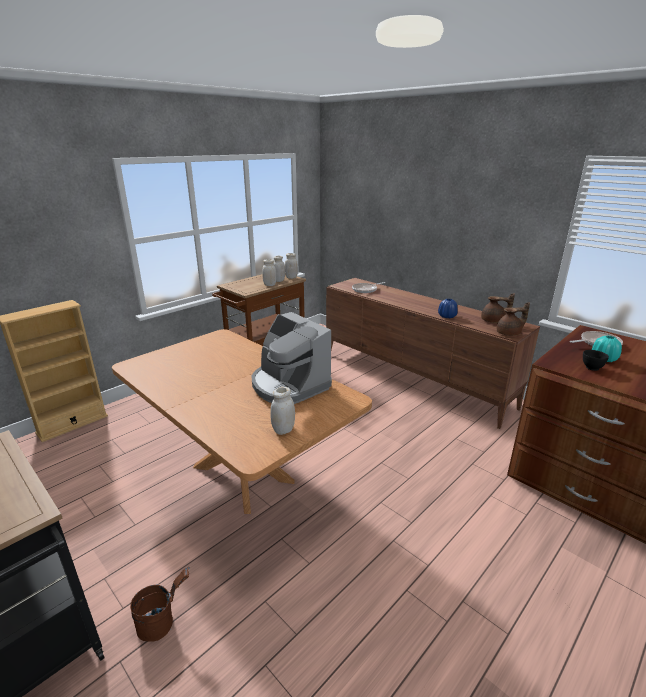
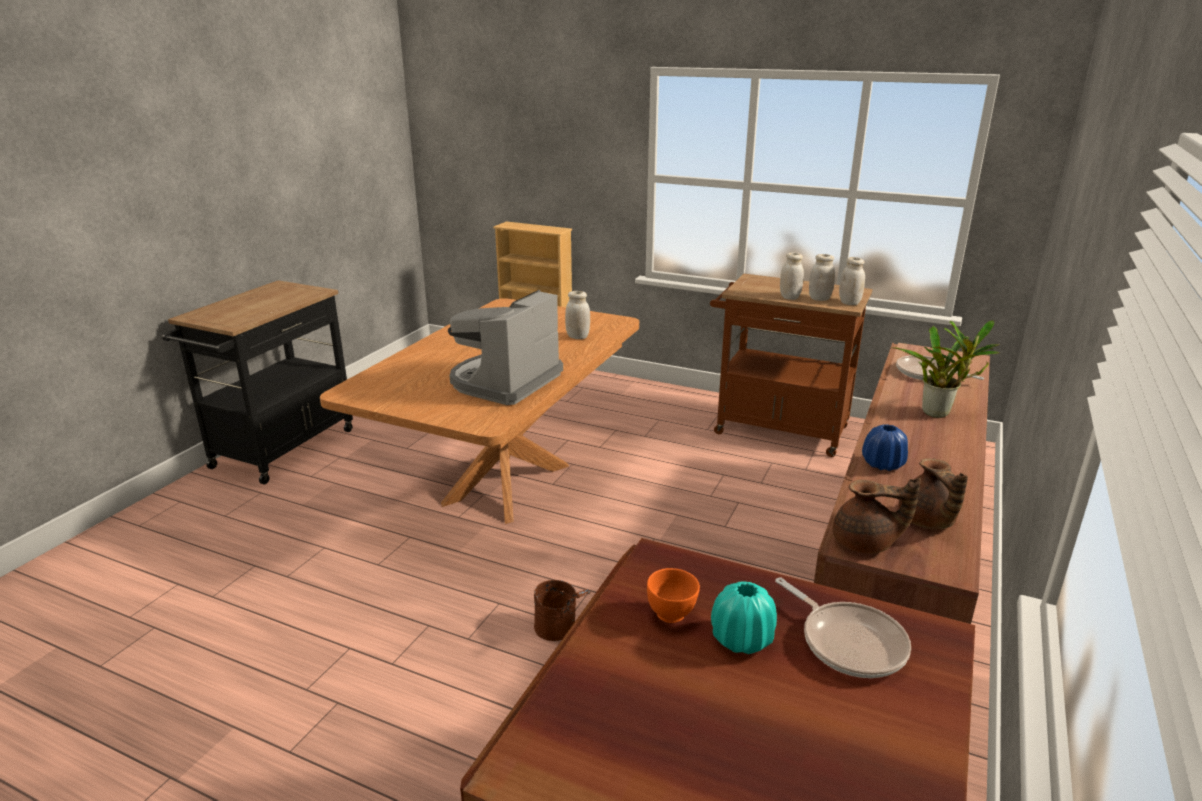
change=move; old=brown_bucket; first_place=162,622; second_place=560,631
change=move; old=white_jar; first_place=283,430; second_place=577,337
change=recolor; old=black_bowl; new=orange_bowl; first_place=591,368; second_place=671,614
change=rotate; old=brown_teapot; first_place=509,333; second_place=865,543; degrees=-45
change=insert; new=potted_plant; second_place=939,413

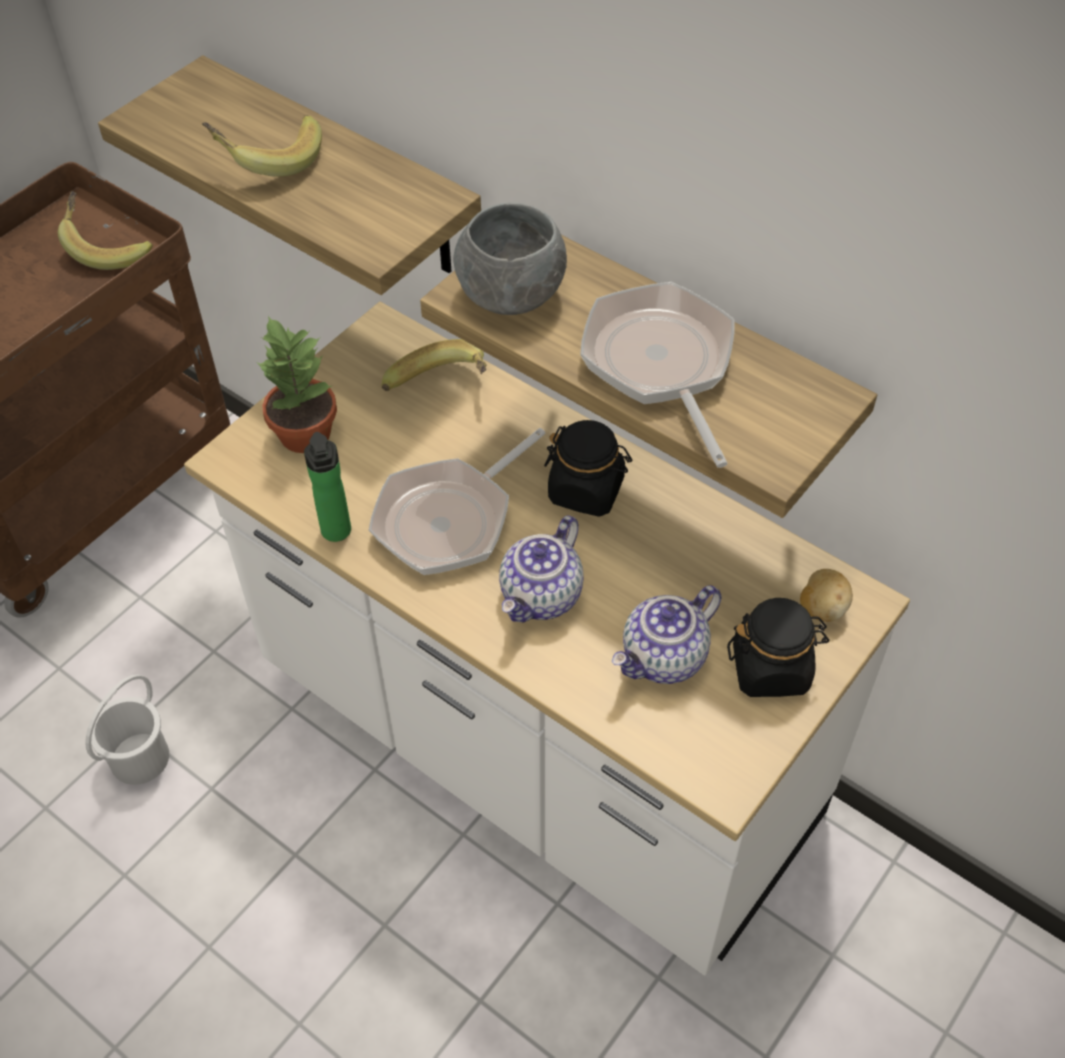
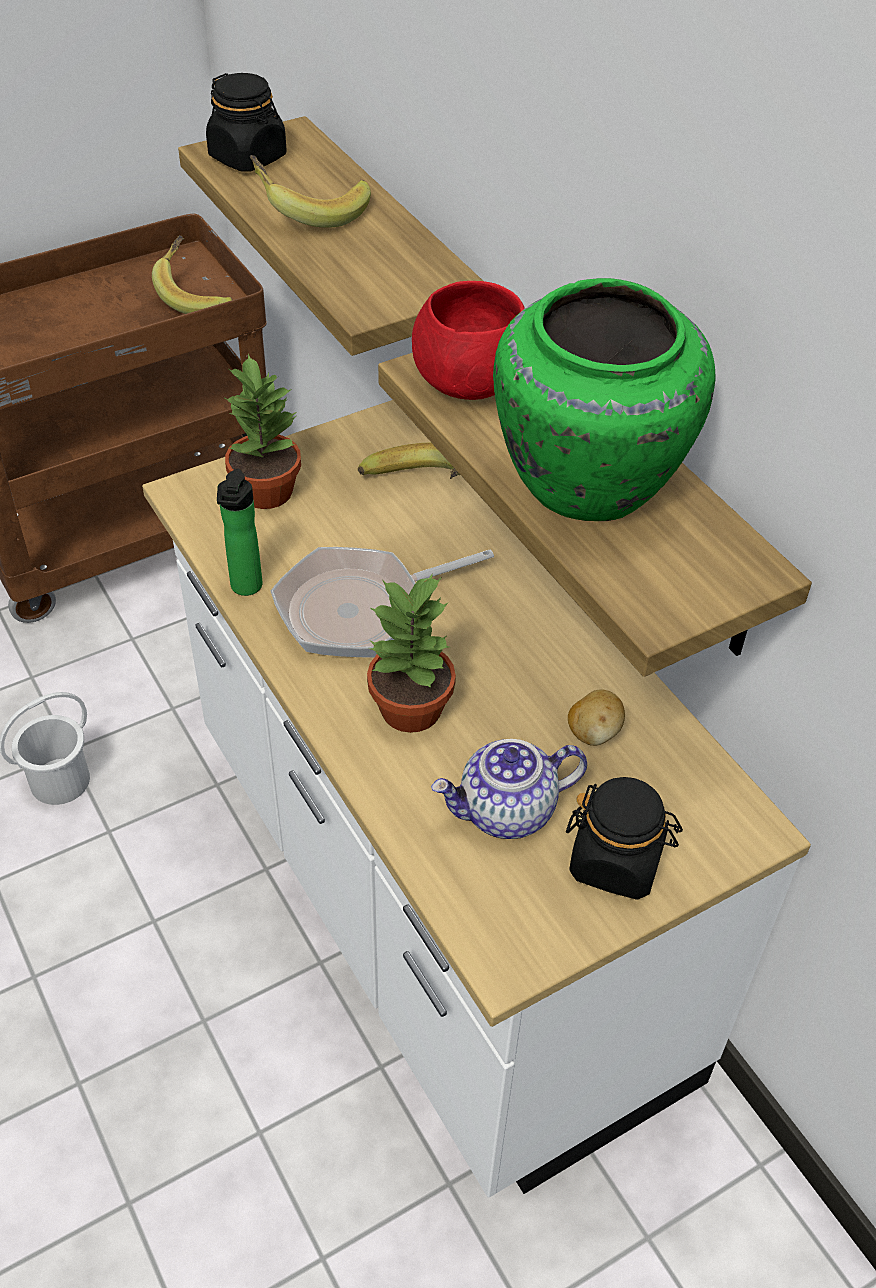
change=move; old=black_jar; first_place=586,490; second_place=248,157
change=replace; old=teapot; new=potted_plant; first_place=542,596; second_place=412,710
change=recolor; old=grey_bowl; new=red_bowl; first_place=510,295; second_place=469,383
change=replace; old=frying_pan; new=green_vase; first_place=661,365; second_place=586,487
change=move; old=potato; first_place=822,608; second_place=593,733

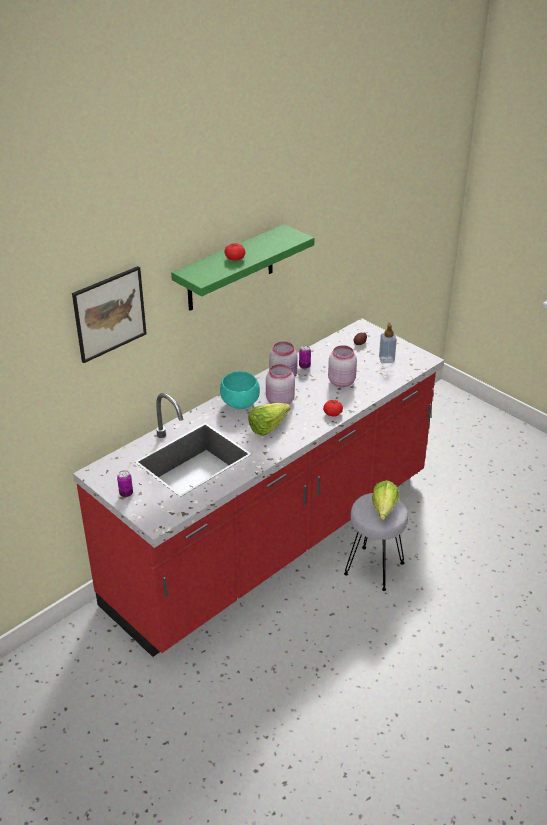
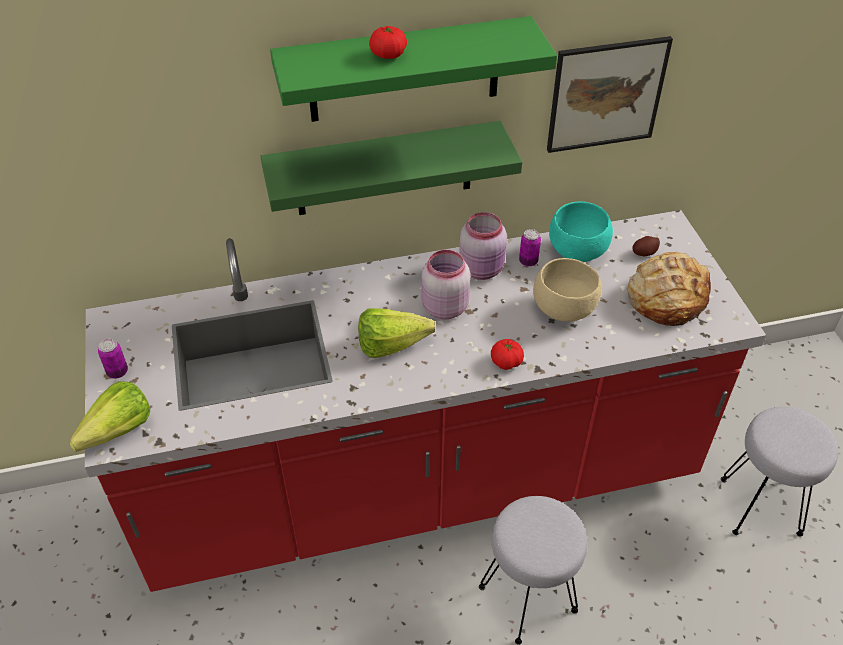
change=move; old=lettuce; first_place=382,512; second_place=112,435
change=insert; new=green_shelf; second_place=384,169
change=replace; old=pink_jar; new=beige_bowl; first_place=341,381; second_place=564,309
change=move; old=picture; first_place=109,313; second_place=606,94
change=move; old=turquoise_bowl; first_place=241,404; second_place=578,253
change=replace; old=soap_dispenser; new=bread; first_place=386,359; second_place=666,298
change=insert; new=grey_stool; second_place=760,507

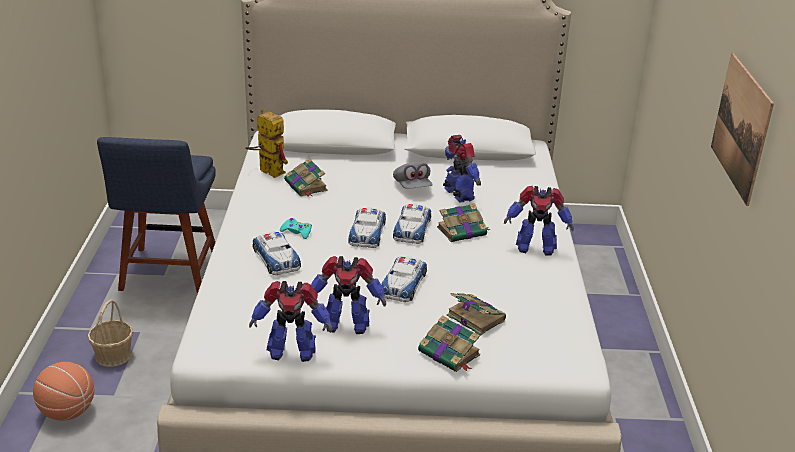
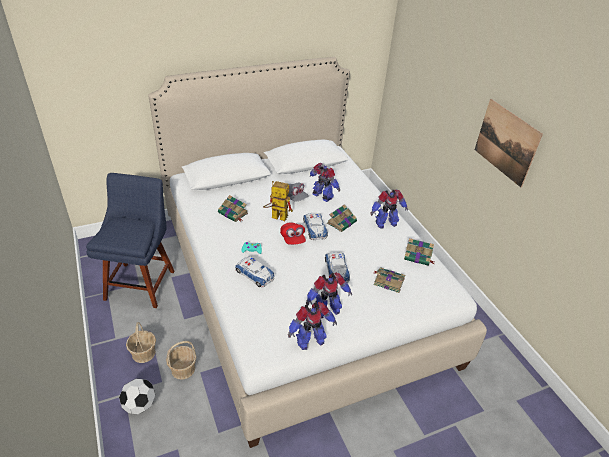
change=rotate; old=blue_chair; first_place=168,274; second_place=141,282; degrees=-150
change=replace; old=basketball; new=football; first_place=67,412; second_place=140,405
change=insert; new=basket; second_place=183,369
change=move; old=toy_robot; first_place=266,171; second_place=275,217
change=replace; old=toy_car; new=red_cap; first_place=367,233; second_place=292,239
change=move; old=book; first_place=450,354; second_place=418,256

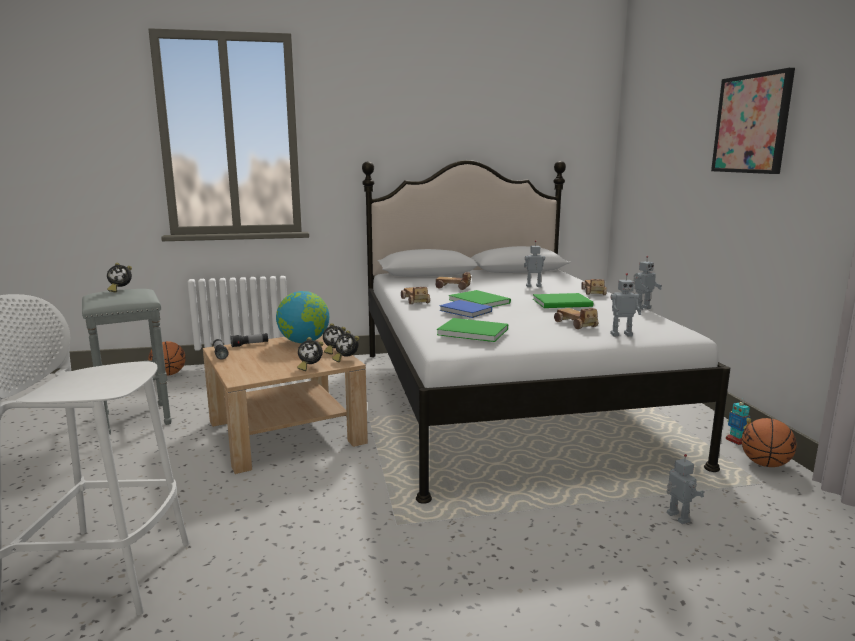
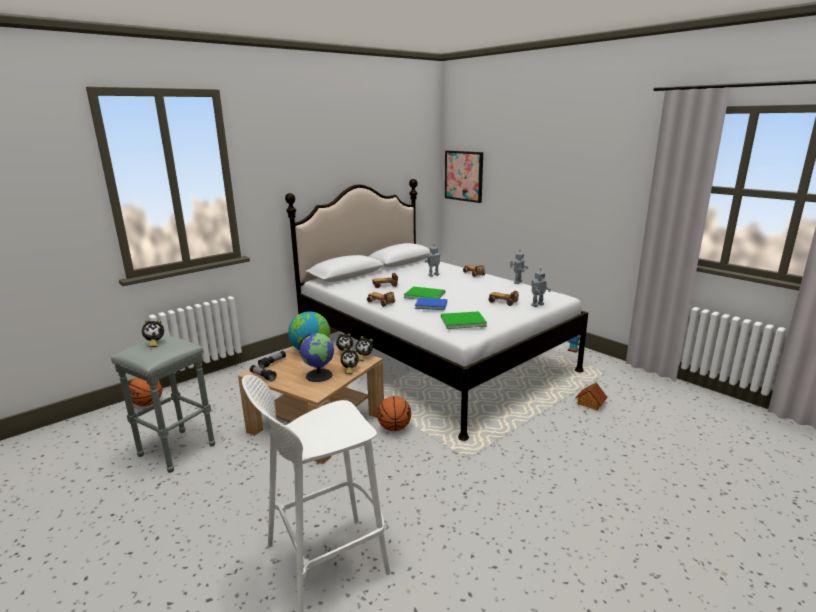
change=insert; new=globe; second_place=319,375
change=move; old=basketball; first_place=764,464; second_place=394,428
change=move; old=picture; first_place=752,124; second_place=464,176
change=replace; old=toy_robot; new=toy_house; first_place=676,517; second_place=590,403
change=delete; old=green_book; first_place=564,303

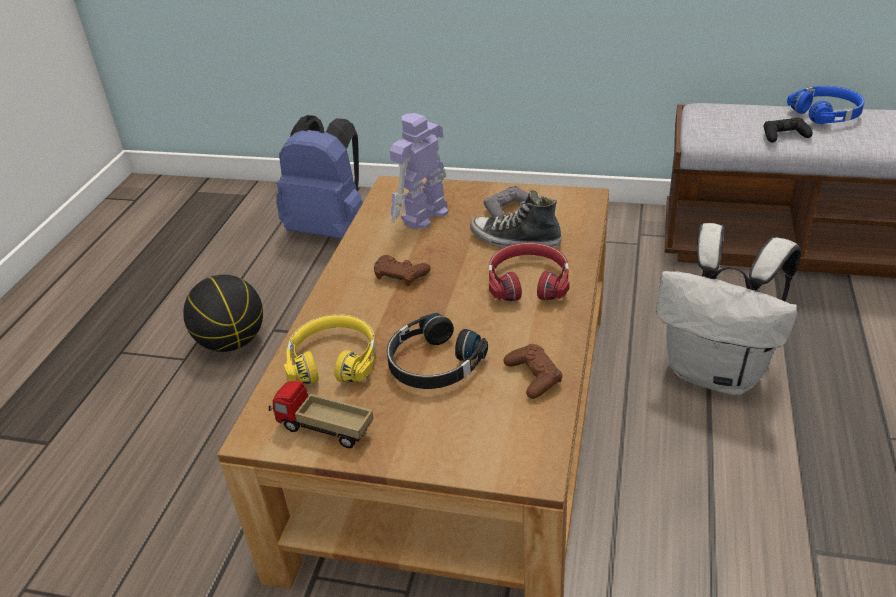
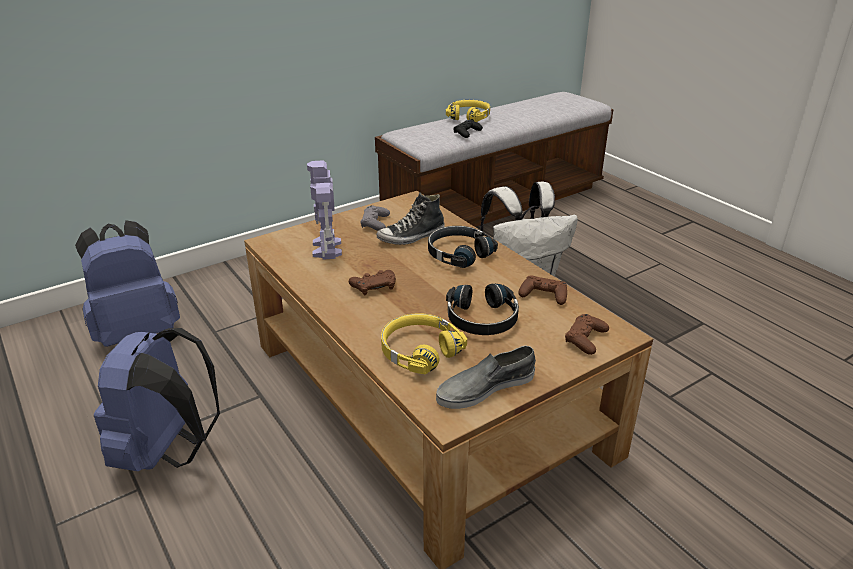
change=replace; old=basketball; new=blue_backpack; first_place=231,342; second_place=168,451
change=recolor; old=red_headphones; new=black_headphones; first_place=528,282; second_place=458,254
change=replace; old=toy_truck; new=grey_shoe; first_place=324,430; second_place=485,387
change=recolor; old=blue_headphones; new=yellow_headphones; first_place=826,113; second_place=469,116
change=insert; new=brown_game_controller; second_place=585,339

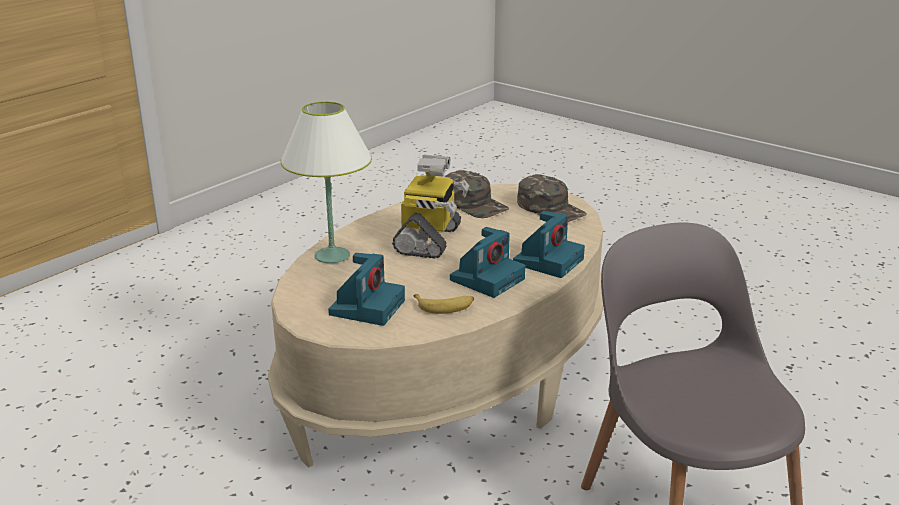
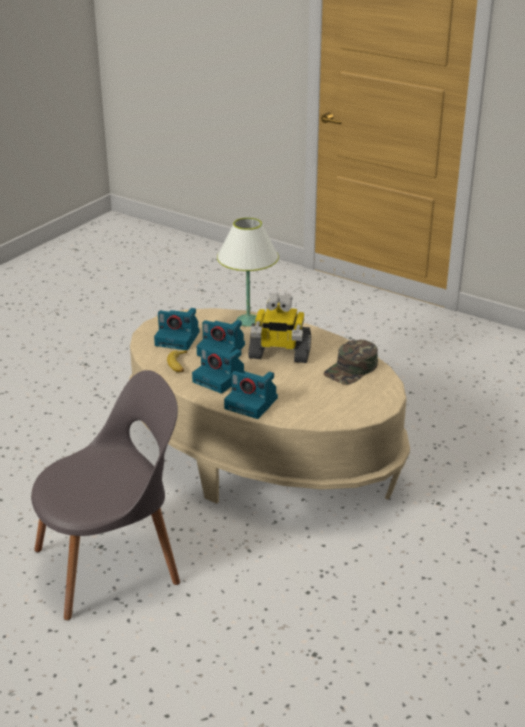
change=insert; new=photo_camera; second_place=222,350
change=delete; old=green_cap; first_place=551,208

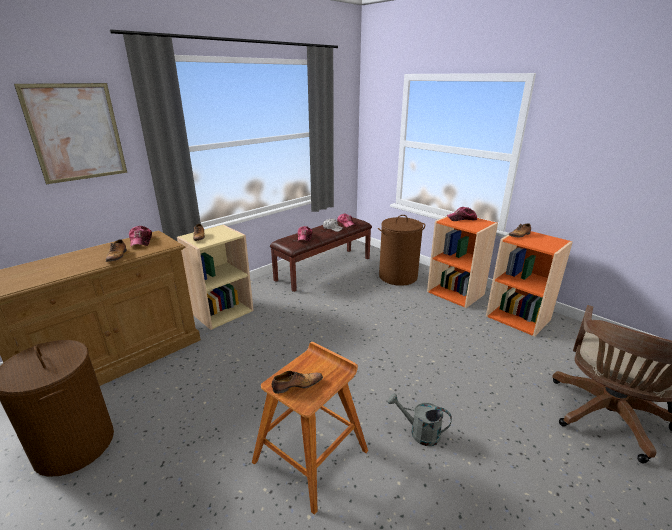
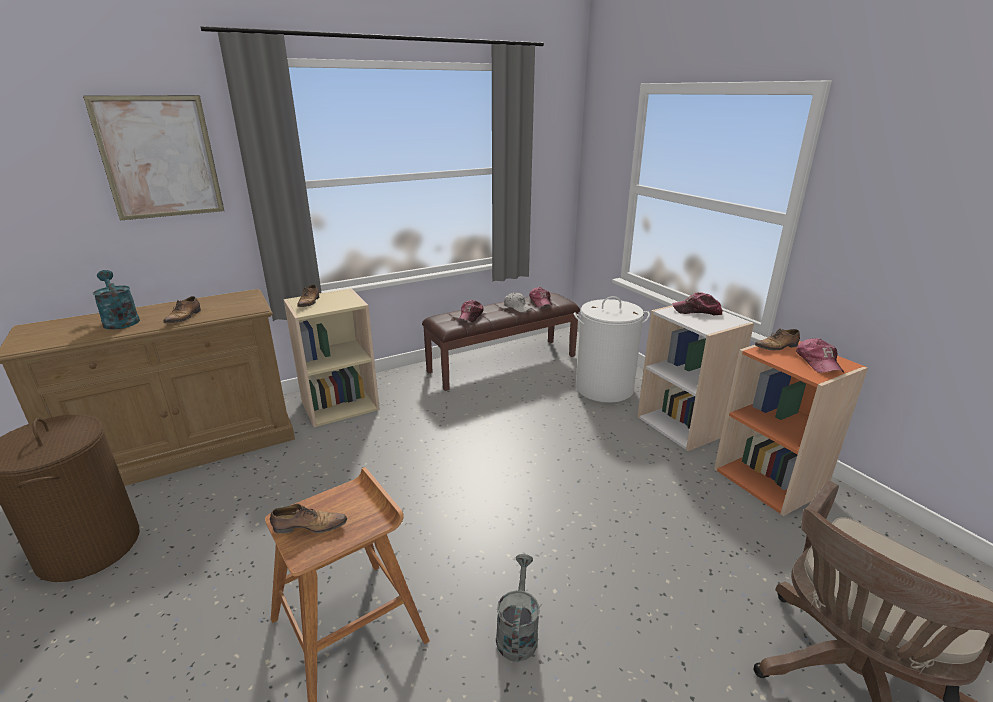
change=insert; new=turquoise_watering_can; second_place=120,321
change=rotate; old=grey_watering_can; first_place=419,432; second_place=517,631; degrees=60
change=recolor; old=brown_laundry_basket; new=white_laundry_basket; first_place=398,276; second_place=604,388
change=recolor; old=orange_bookcase; new=white_bookcase; first_place=456,293; second_place=683,425
change=move; old=cap; first_place=141,241; second_place=818,362

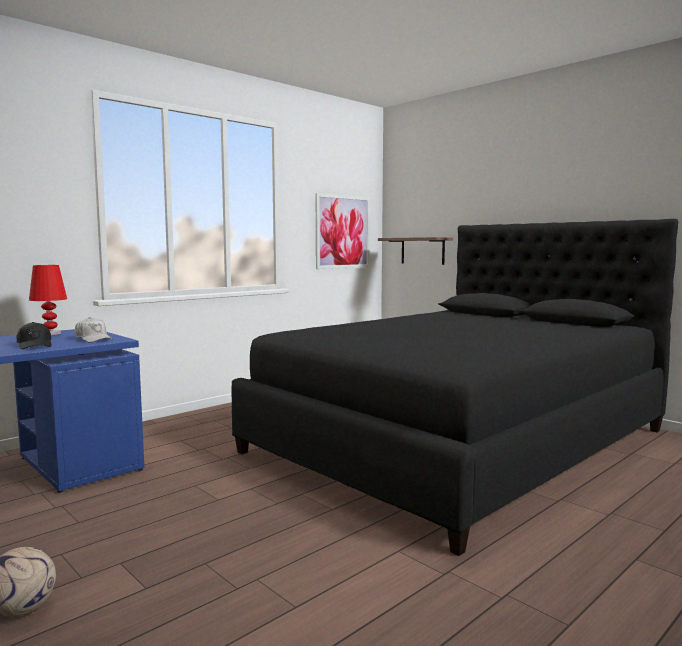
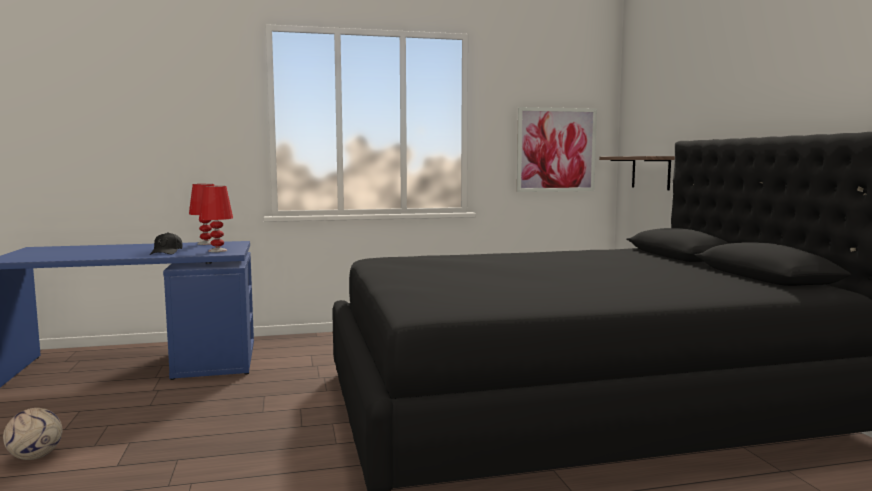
change=replace; old=white_cap; new=red_table_lamp; first_place=93,339; second_place=217,250

